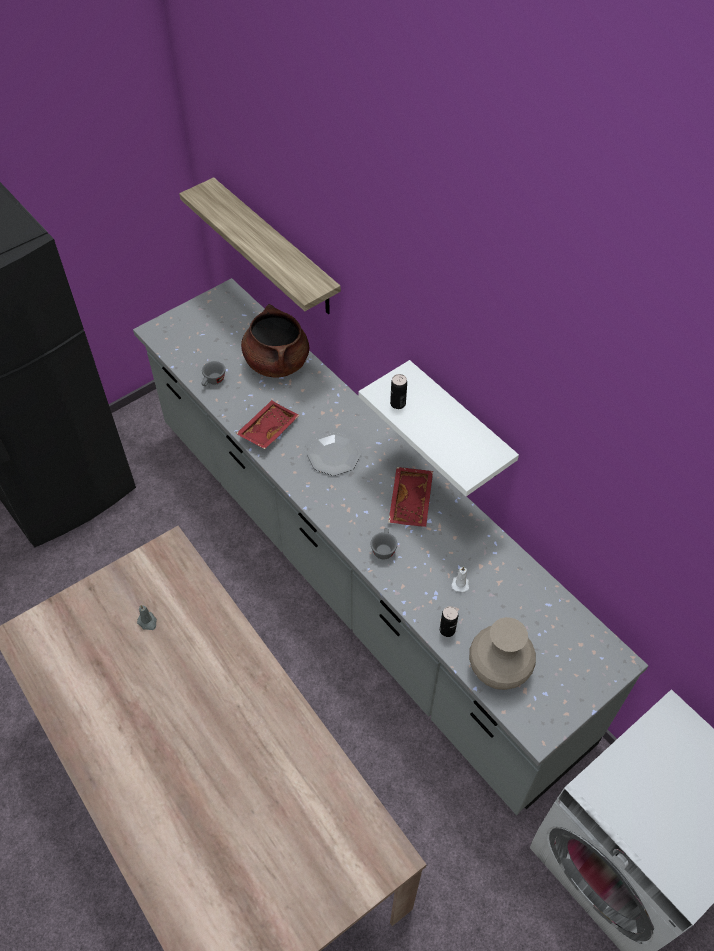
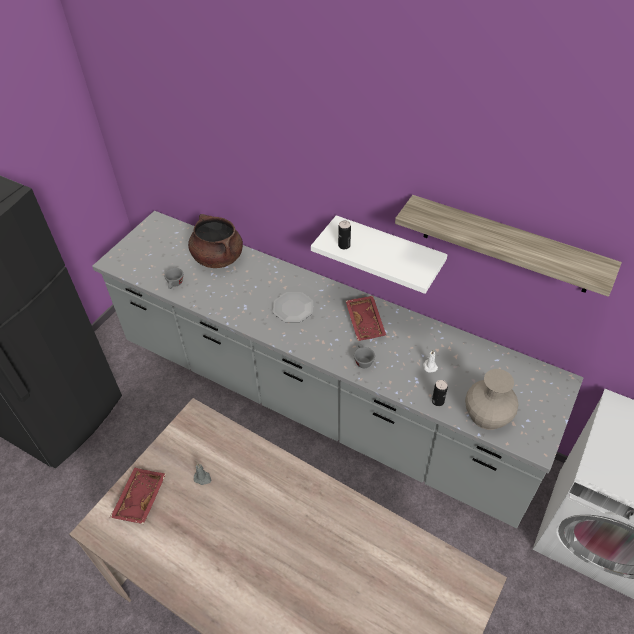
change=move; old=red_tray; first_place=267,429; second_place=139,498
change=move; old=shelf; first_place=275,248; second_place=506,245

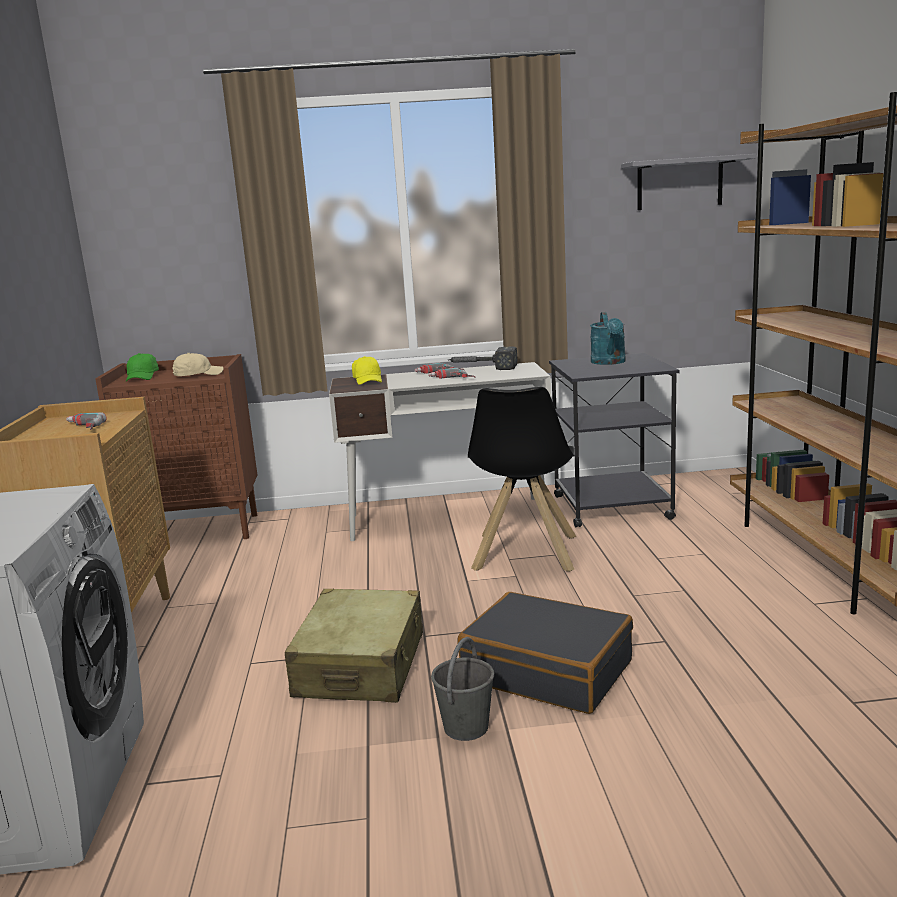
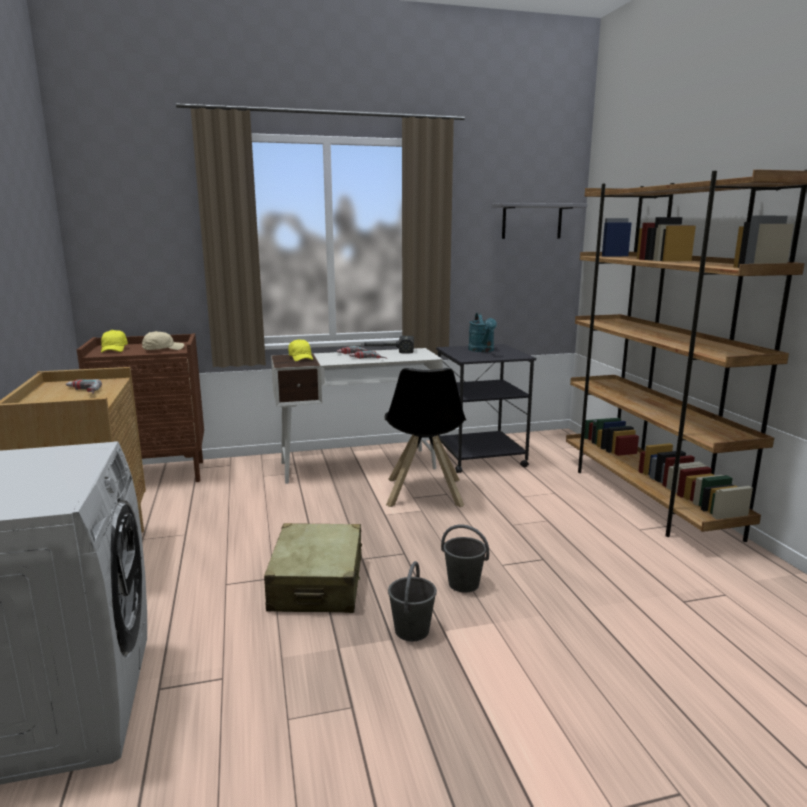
change=recolor; old=green_cap; new=yellow_cap; first_place=142,377; second_place=114,349
change=replace; old=black_suitcase; new=grey_bucket; first_place=547,670; second_place=463,584

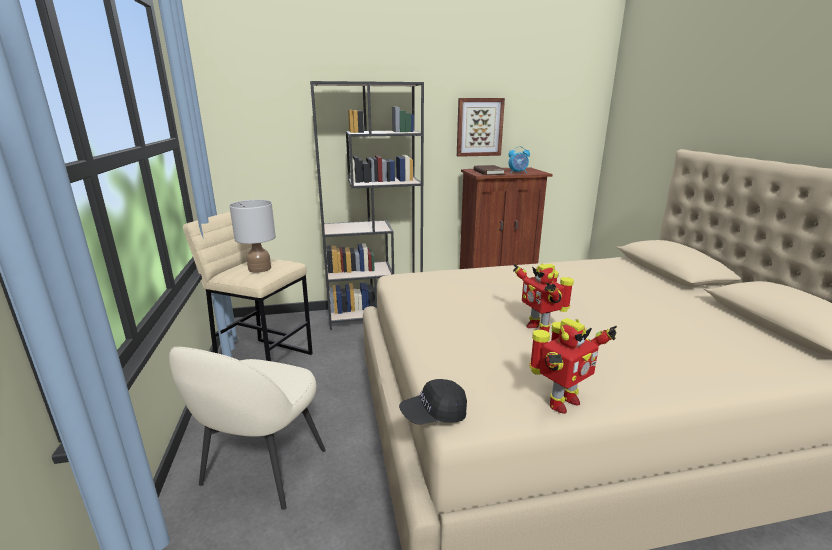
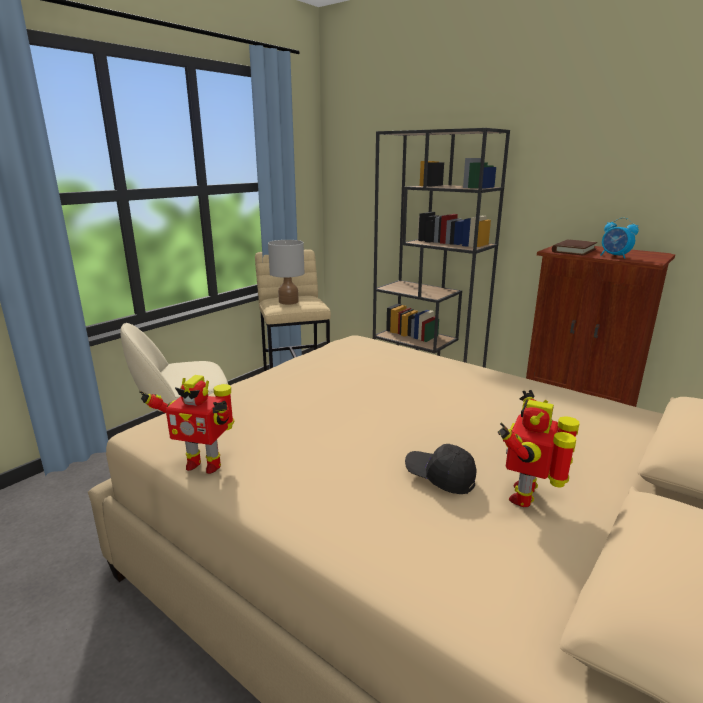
change=move; old=black_cap; first_place=434,414; second_place=440,478
change=move; old=toy_robot; first_place=539,328; second_place=527,495
change=delete; old=picture; first_place=479,127

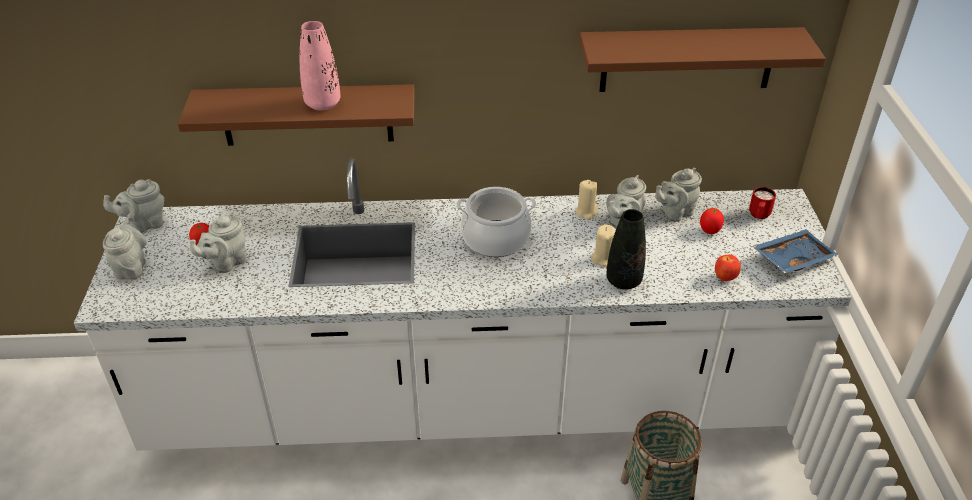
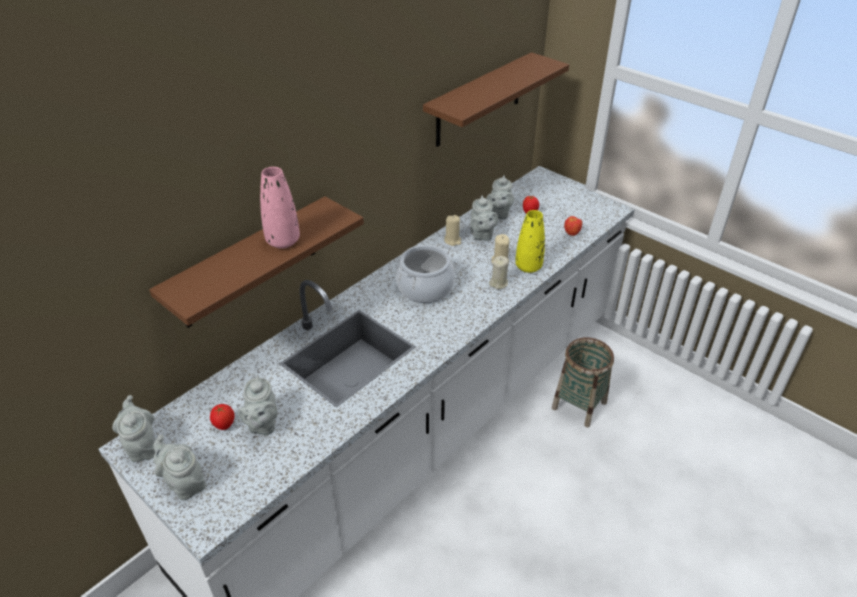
change=rotate; old=grey_teapot; first_place=144,224; second_place=142,446; degrees=135
change=insert; new=beige_candle; second_place=498,283
change=recolor; old=black_vase; new=yellow_vase; first_place=623,281; second_place=528,267
change=delete; old=red_mug; first_place=758,216
change=delete; old=blue_tray; first_place=791,258

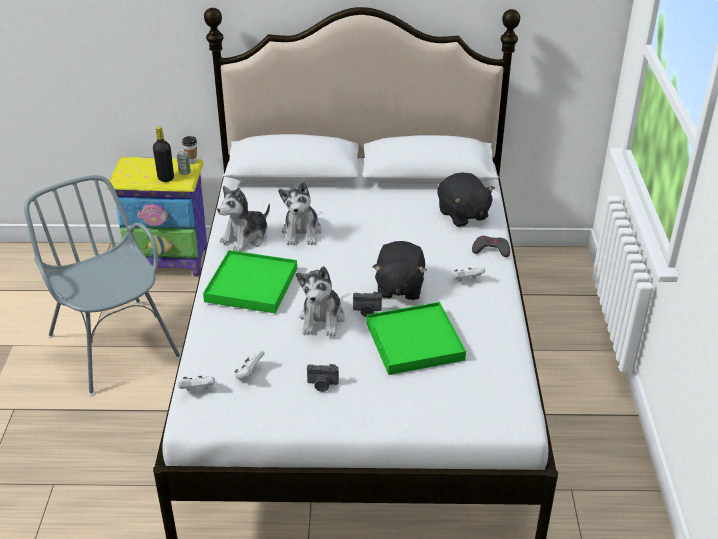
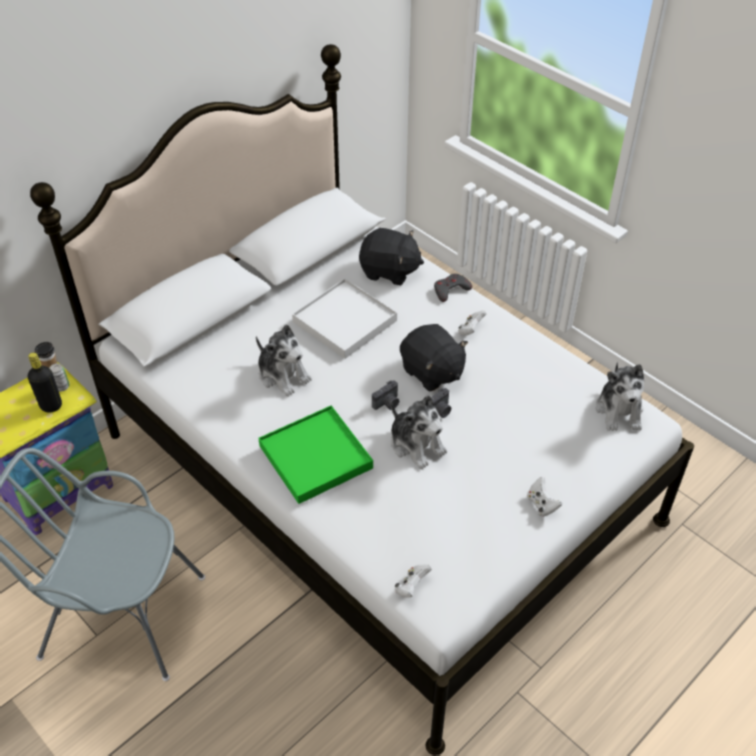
change=insert; new=white_tray; second_place=344,321
change=move; old=photo_camera; first_place=322,385; second_place=387,403
change=move; old=white_game_controller; first_place=249,373; second_place=541,504
change=move; old=plush_toy; first_place=246,238; second_place=619,410
change=delete; old=green_tray; first_place=414,341

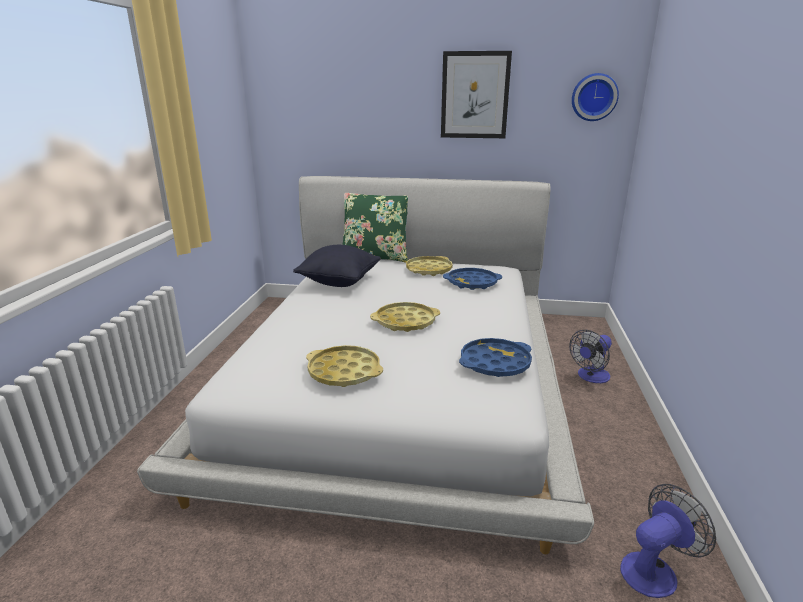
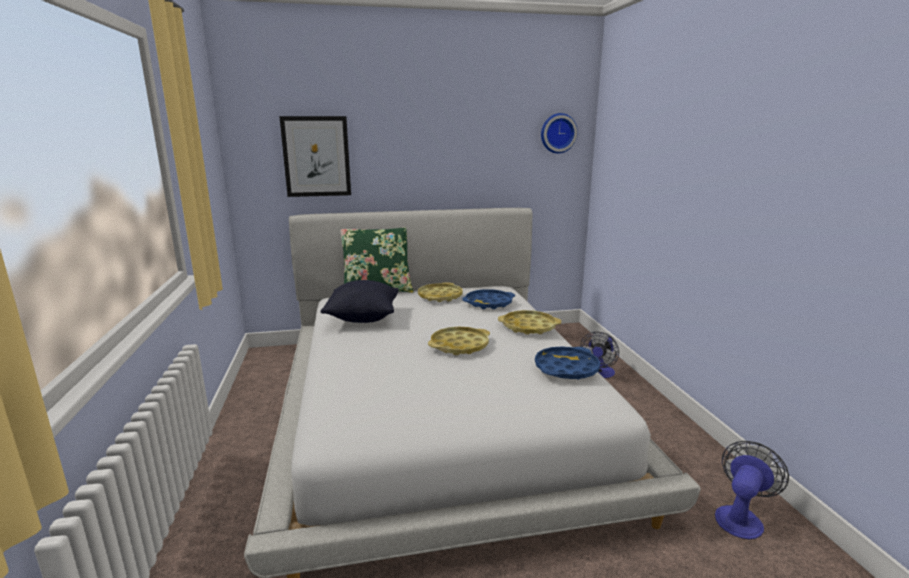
change=move; old=picture; first_place=475,95; second_place=316,156
change=move; old=yellow_tray; first_place=344,372; second_place=529,327

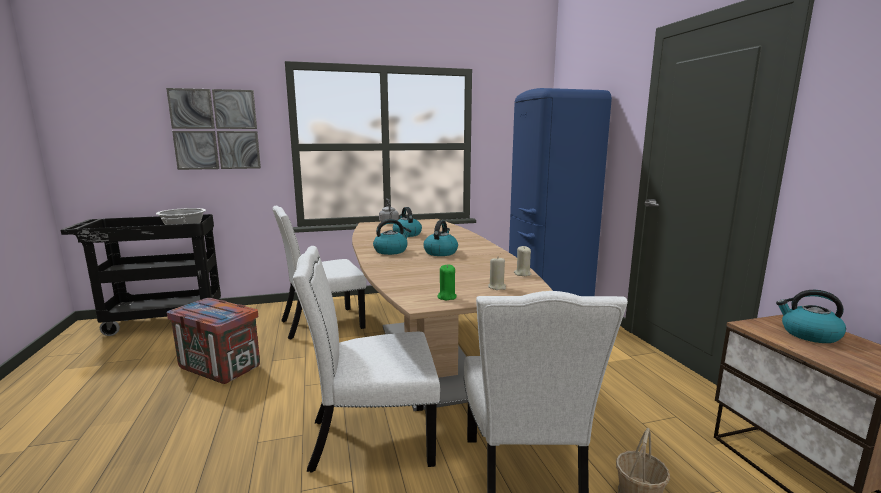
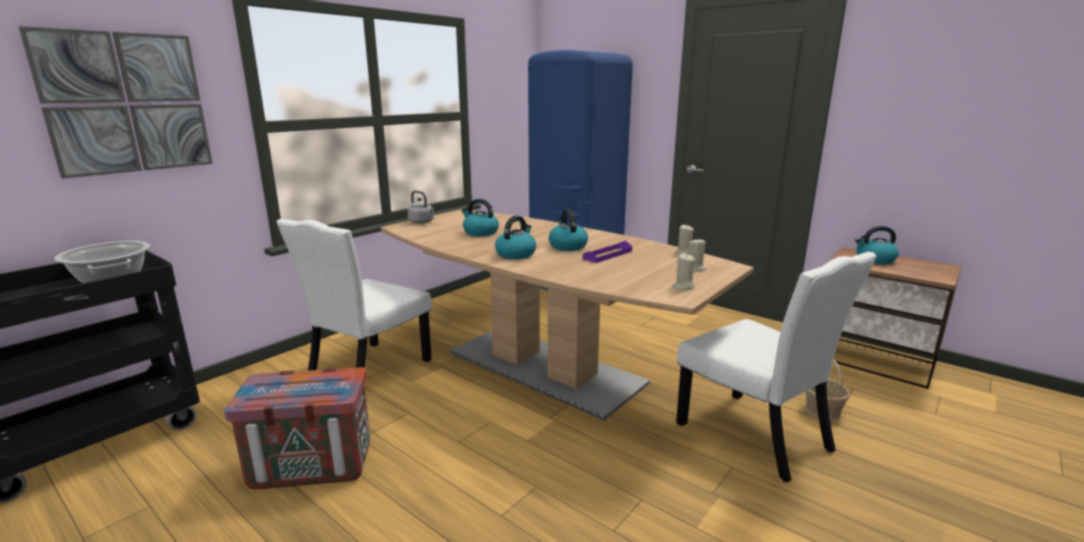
change=insert; new=purple_tray; second_place=607,255
change=recolor; old=green_candle; new=beige_candle; first_place=446,297; second_place=683,287
change=delete; old=white_chair; first_place=374,438

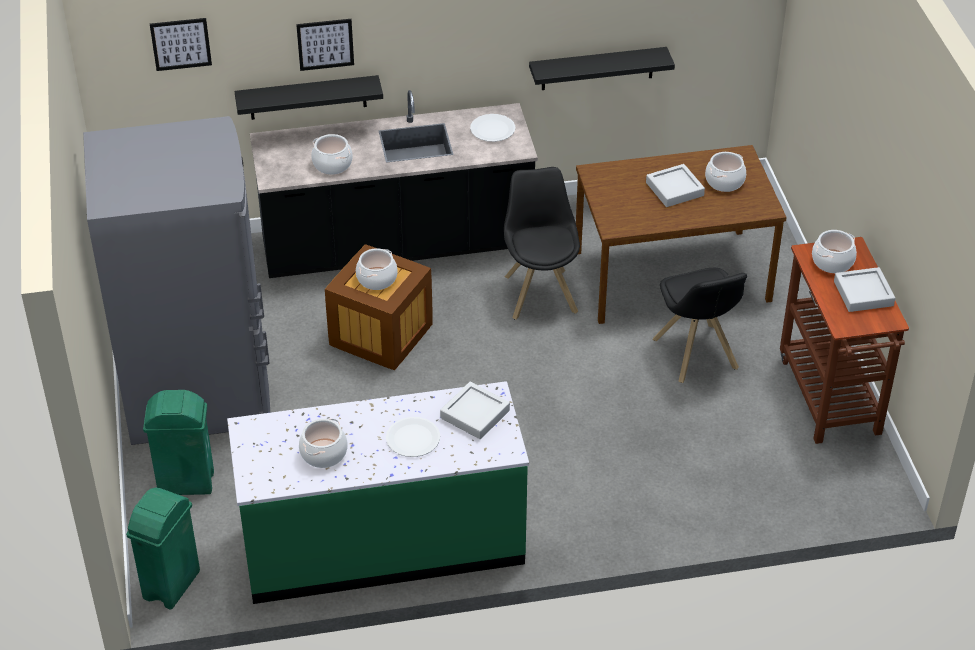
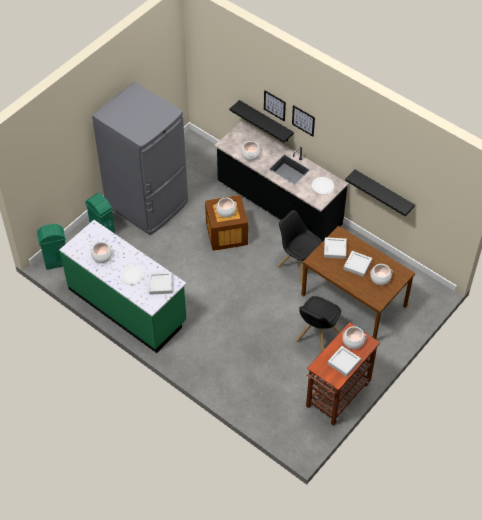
change=rotate; old=black_chair; first_place=540,293; second_place=298,265; degrees=-90
change=move; old=picture; first_place=181,44; second_place=303,120
change=insert; new=grey_tray; second_place=335,249

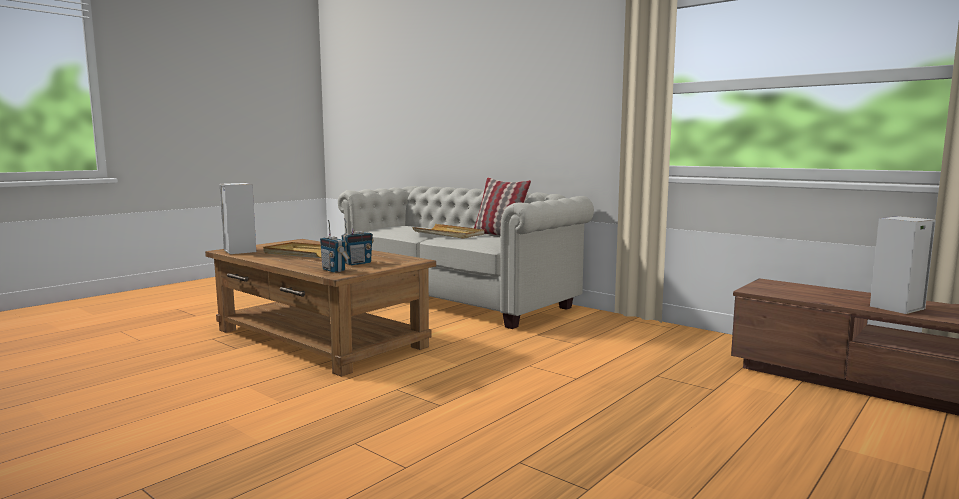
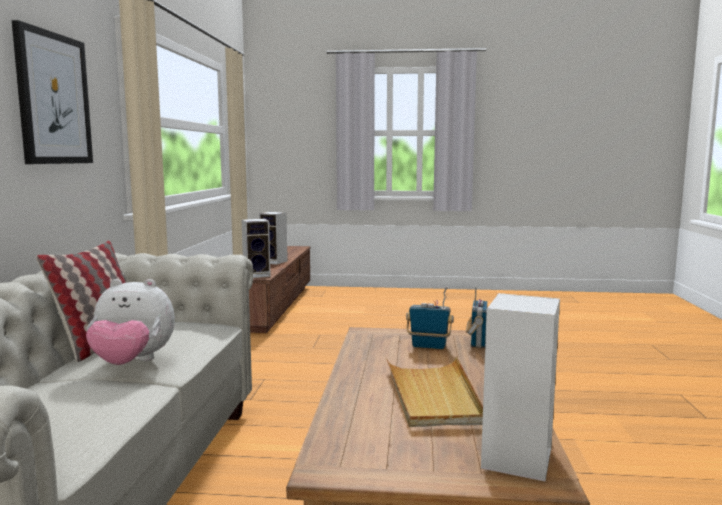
change=insert; new=picture; second_place=53,99
change=replace; old=beige_tray; new=plush_toy; first_place=449,234; second_place=132,363
change=insert; new=speaker; second_place=257,275

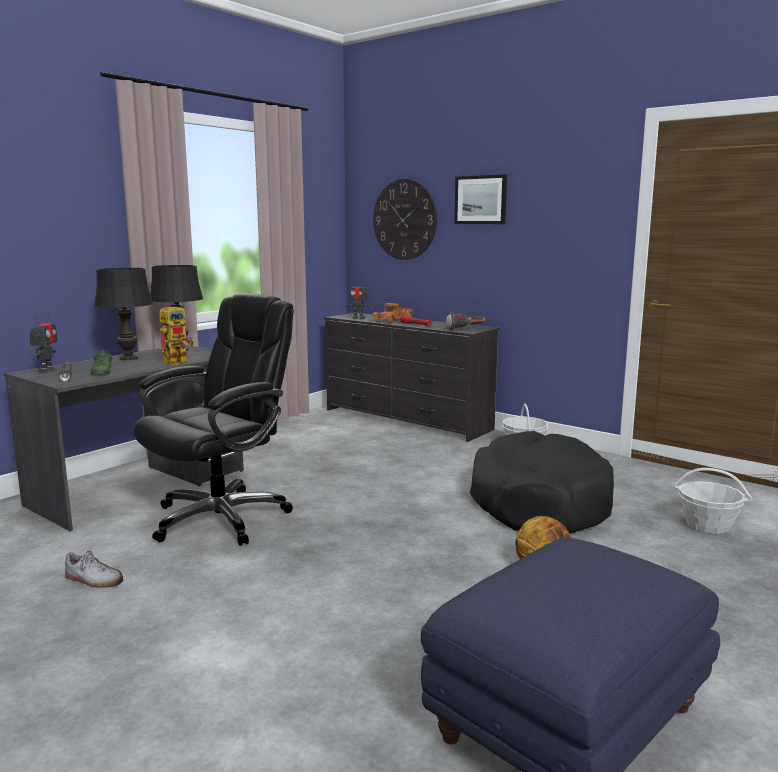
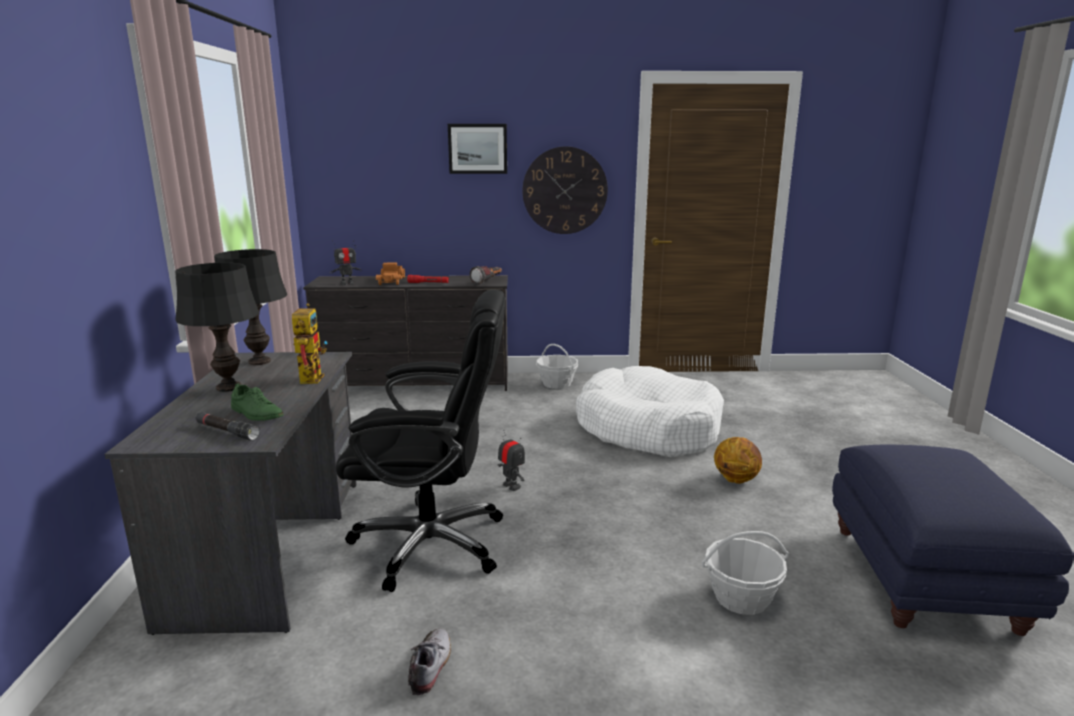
change=rotate; old=black_office_chair; first_place=220,518; second_place=430,543; degrees=90
change=rotate; old=shoe; first_place=94,580; second_place=431,665; degrees=-60
change=move; old=toy_robot; first_place=47,370; second_place=511,486
change=move; old=wall_clock; first_place=404,219; second_place=564,190
change=recolor; old=black_dog_bed; new=white_dog_bed; first_place=538,503; second_place=647,429
change=move; old=basket; first_place=707,525; second_place=741,598

